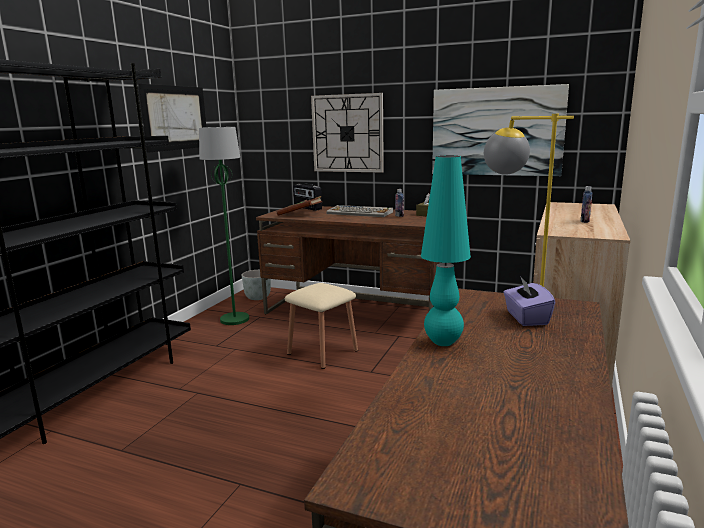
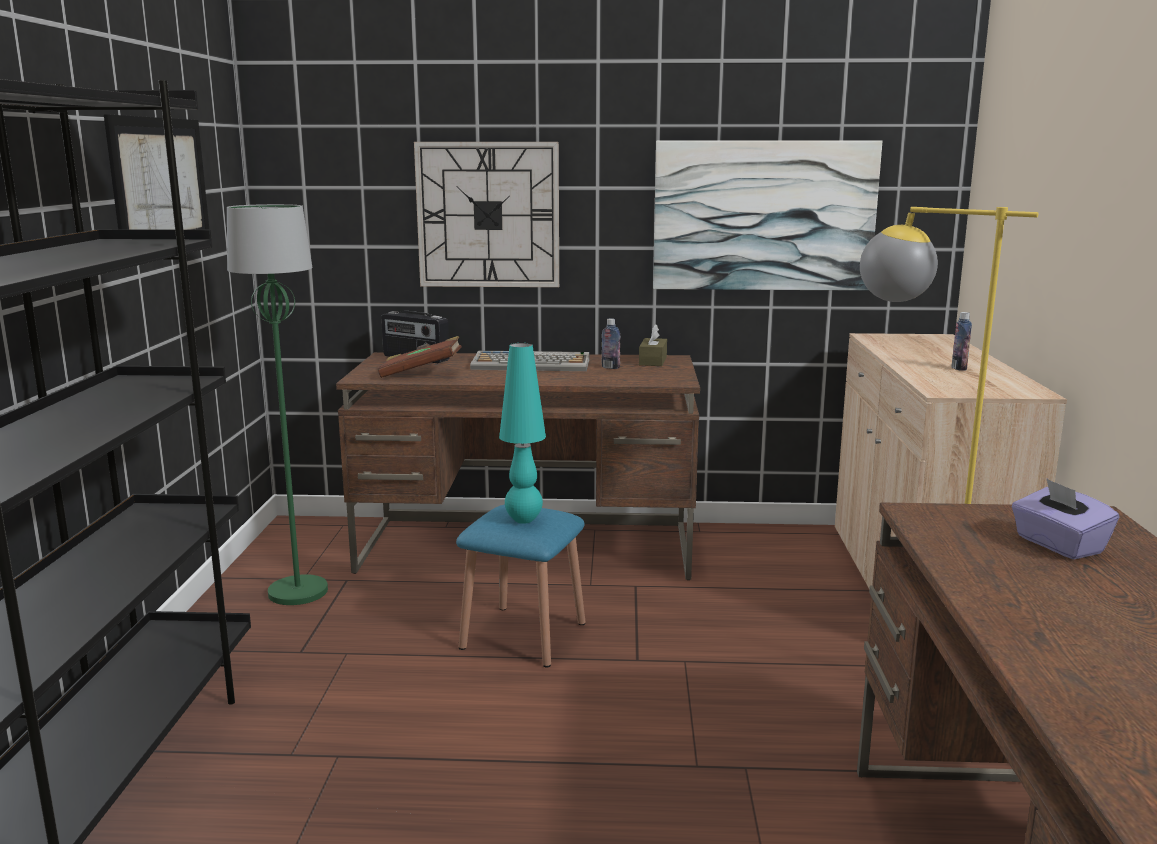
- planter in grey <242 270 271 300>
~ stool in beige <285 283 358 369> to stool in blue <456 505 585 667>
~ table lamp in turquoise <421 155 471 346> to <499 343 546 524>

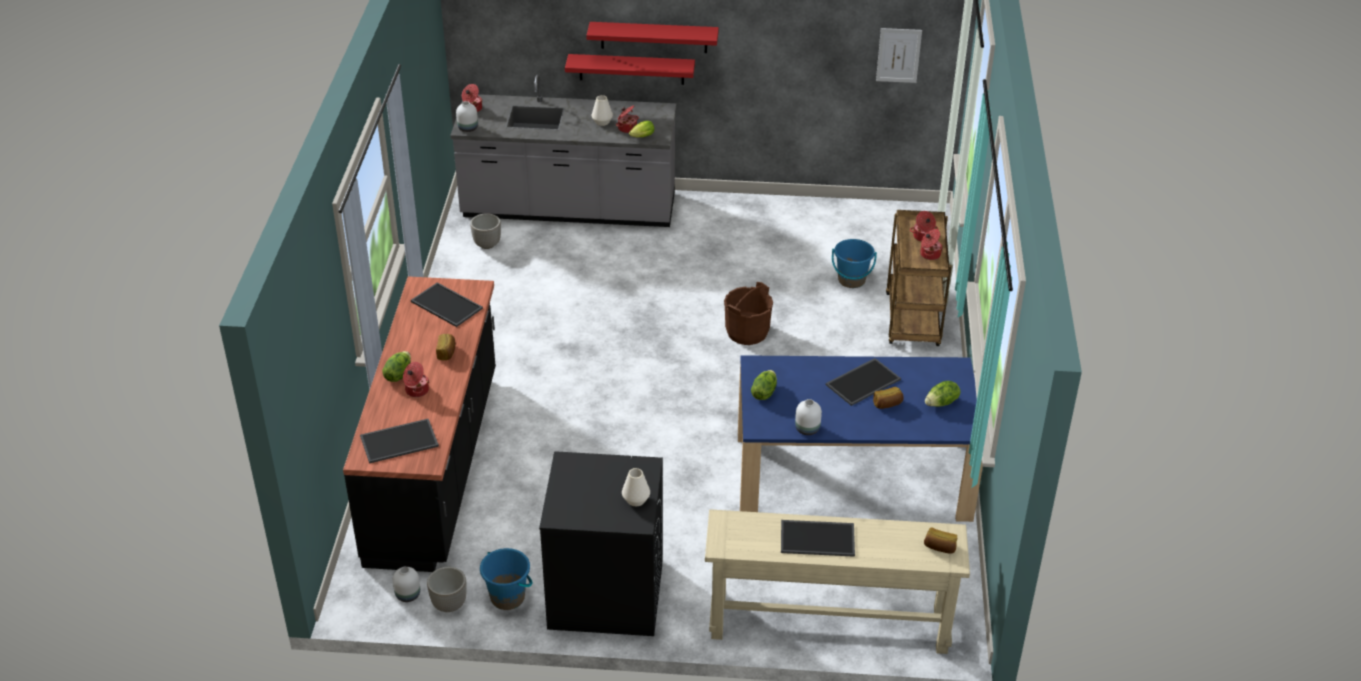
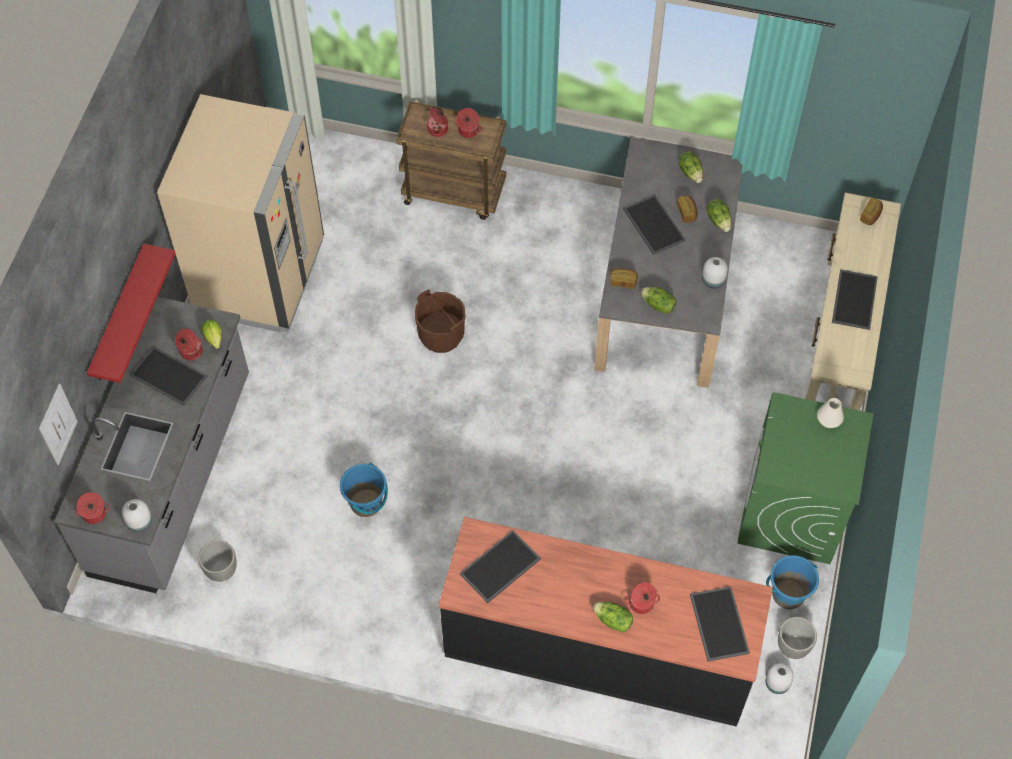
~ bread <436 334 455 360> to <610 268 638 289>
~ washing machine in black <539 451 663 636> to washing machine in green <737 392 873 564>
- shelf in red <586 22 719 53>
~ vase in white <591 95 613 126> to tray <130 346 208 406>
~ dining table in blue <738 355 983 522> to dining table in grey <594 137 743 388>
~ bucket in blue <832 239 877 288> to <340 462 388 517>
~ picture <876 28 922 83> to <39 384 78 465>
+ fridge in beige <157 94 324 333>
+ lettuce <707 199 732 232>

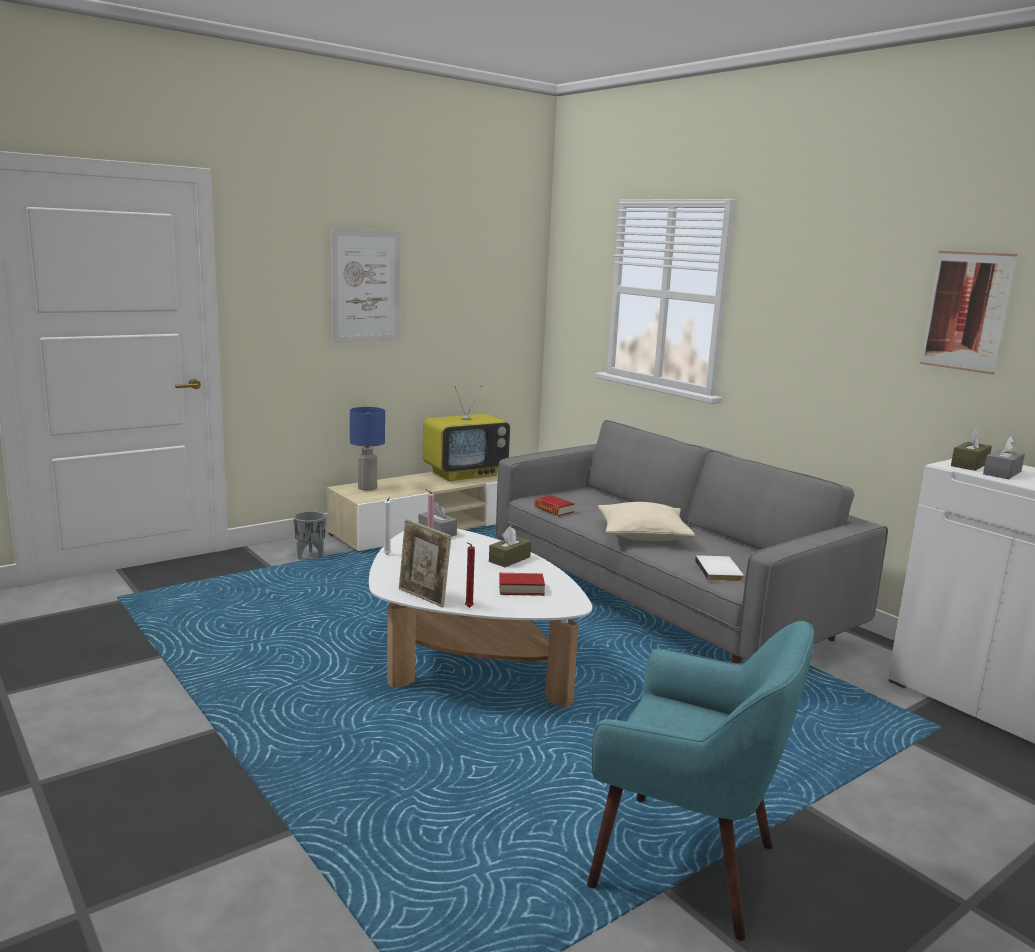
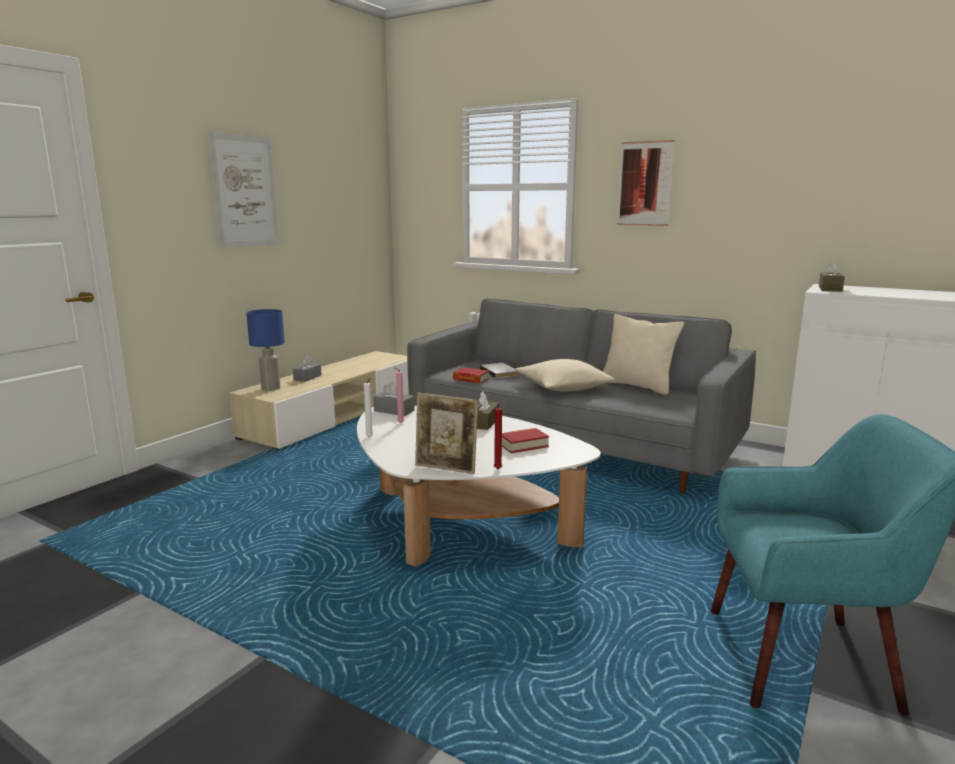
- planter in grey <294 511 326 560>
- television <423 385 510 481>
~ book in white <695 555 743 582> to <480 363 519 378>
~ picture <920 251 1017 374> to <617 140 674 226>
~ tissue box in grey <983 436 1025 479> to <293 355 322 382>
+ pillow in beige <603 314 684 395>

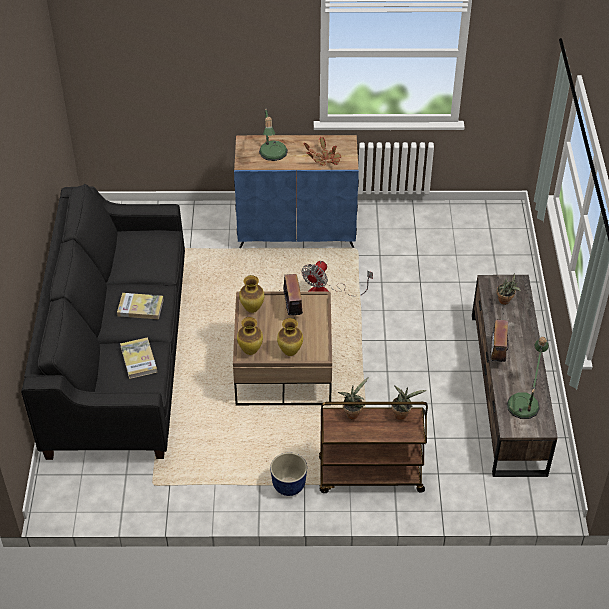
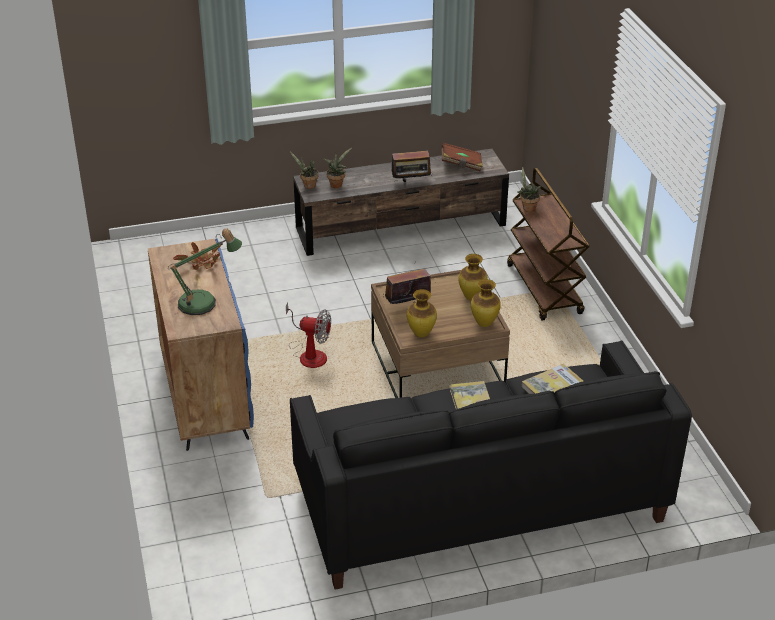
- planter <270 452 307 496>
~ potted plant <338 377 369 419> to <290 151 319 189>
~ table lamp <507 337 549 419> to book in brown <441 143 483 171>

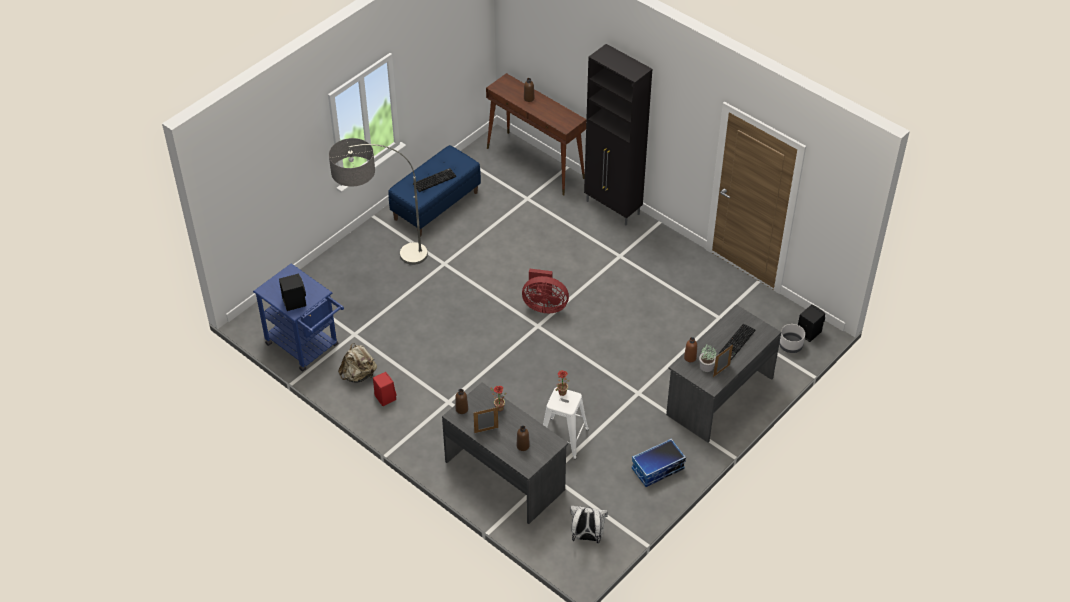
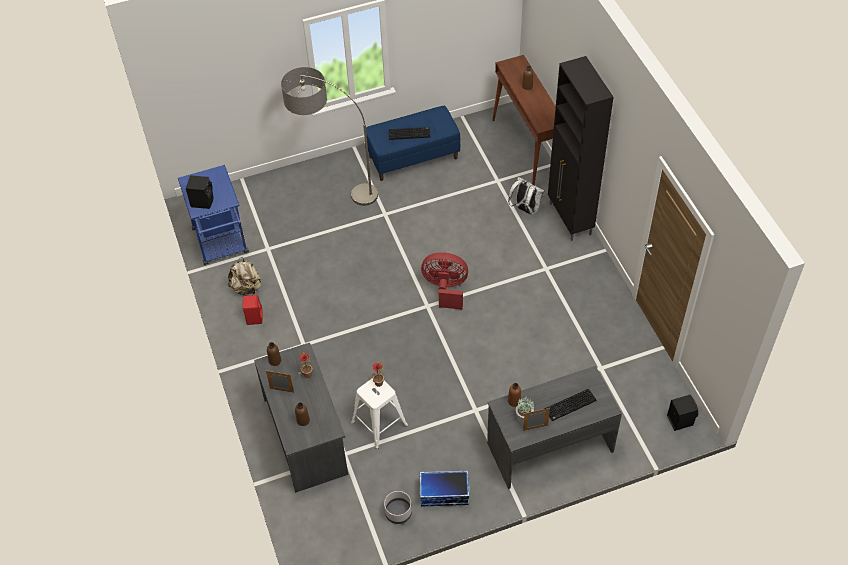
~ fan in red <522 269 569 313> = <421 252 468 309> 150 degrees clockwise
~ backpack in white <570 506 608 543> to <508 177 545 215>
~ planter in grey <779 324 805 353> to <384 491 412 524>

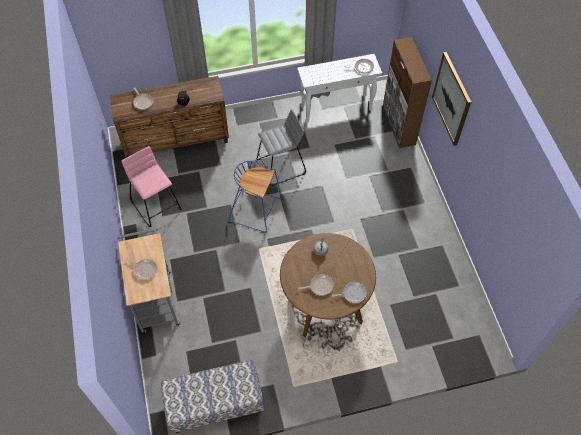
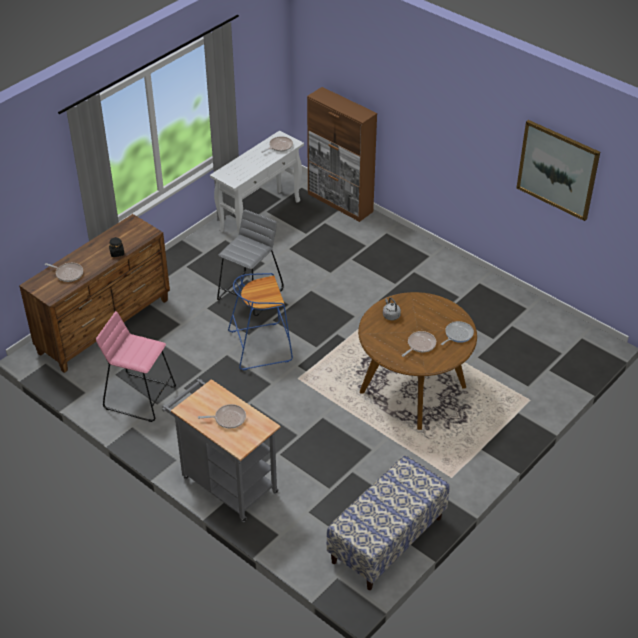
~ picture <432 52 471 146> to <517 120 600 221>

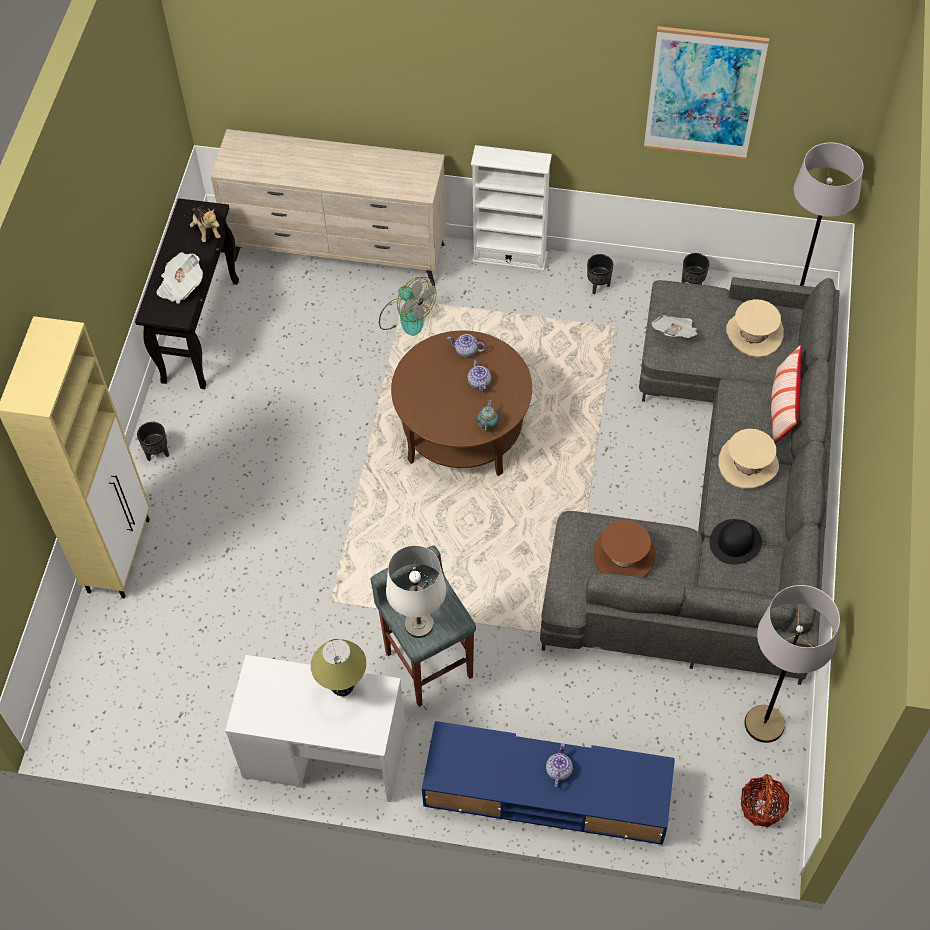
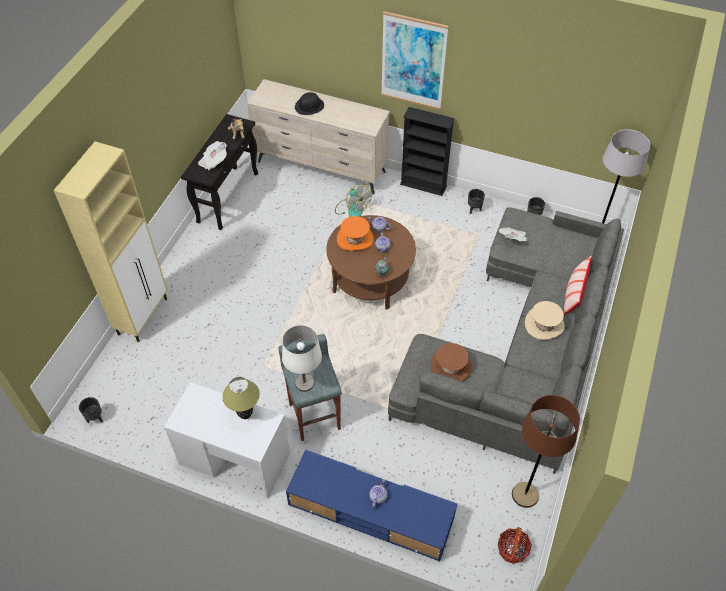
~ planter in black <137 422 169 461> to <79 397 103 423>
~ bookcase in white <471 145 552 271> to bookcase in black <400 107 455 196>
~ picture <644 26 769 160> to <381 11 449 110>
~ hat in black <709 519 762 565> to <295 92 324 115>
- hat in beige <726 299 784 358>
~ floor lamp in grey <744 585 840 743> to floor lamp in brown <512 395 580 508>
+ hat in orange <337 216 374 251>

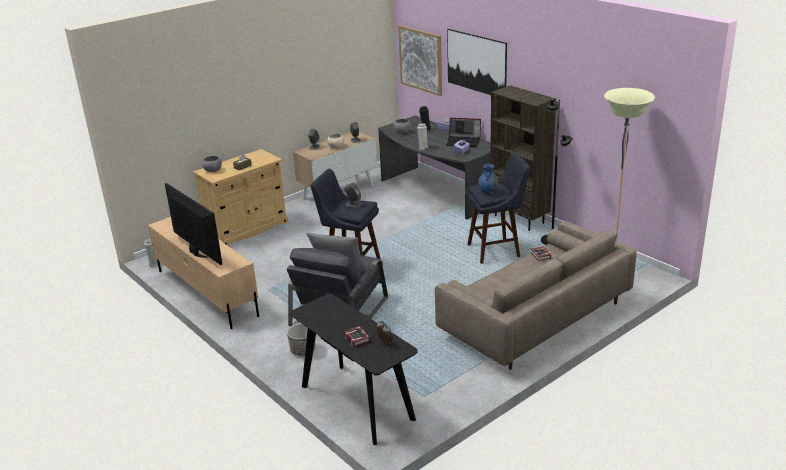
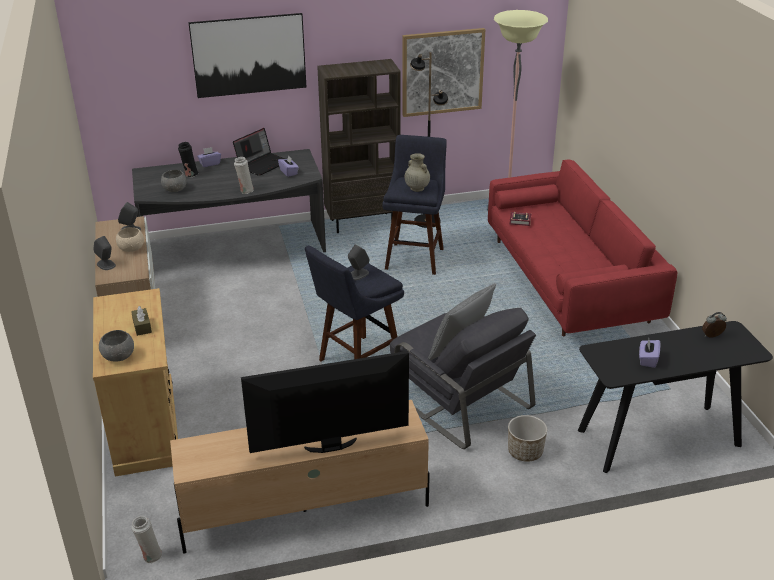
- book <344 326 370 347>
~ picture <398 25 442 96> to <402 28 485 117>
~ sofa in beige <435 221 637 370> to sofa in red <488 160 677 336>
~ vase in blue <478 164 499 194> to vase in beige <405 153 430 192>
+ tissue box in purple <639 339 660 368>

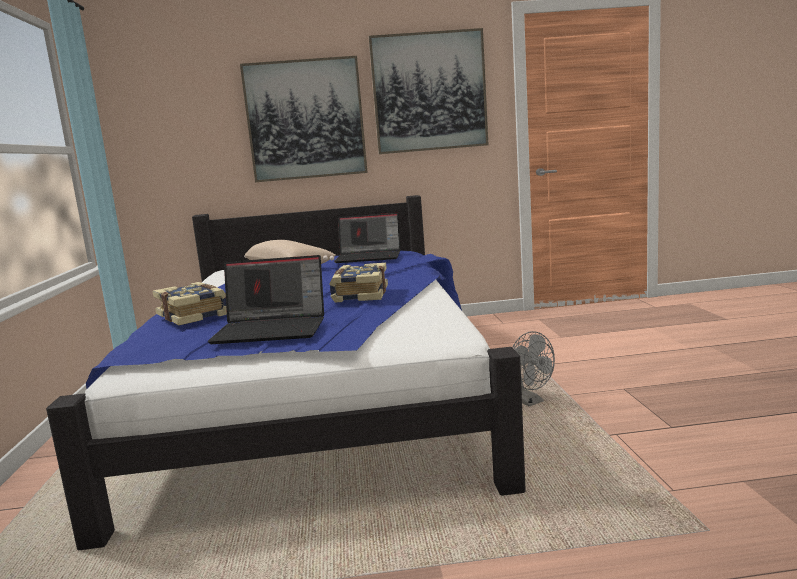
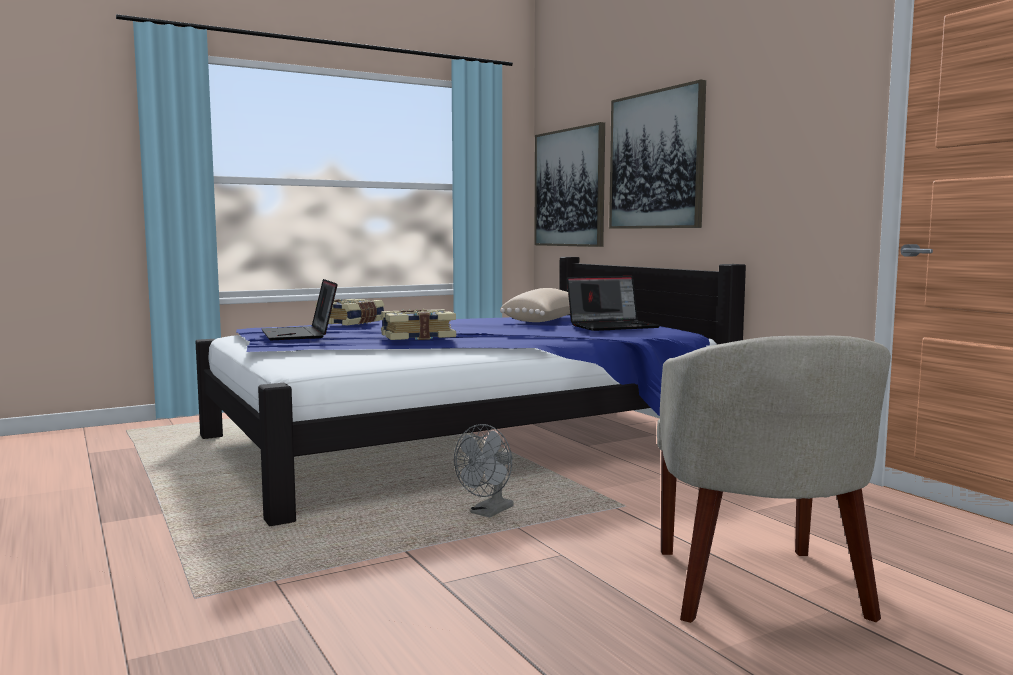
~ laptop <334 213 400 263> = <567 276 660 331> 90 degrees counterclockwise
~ picture <369 28 488 154> to <534 122 605 247>
+ armchair in beige <657 336 891 623>

